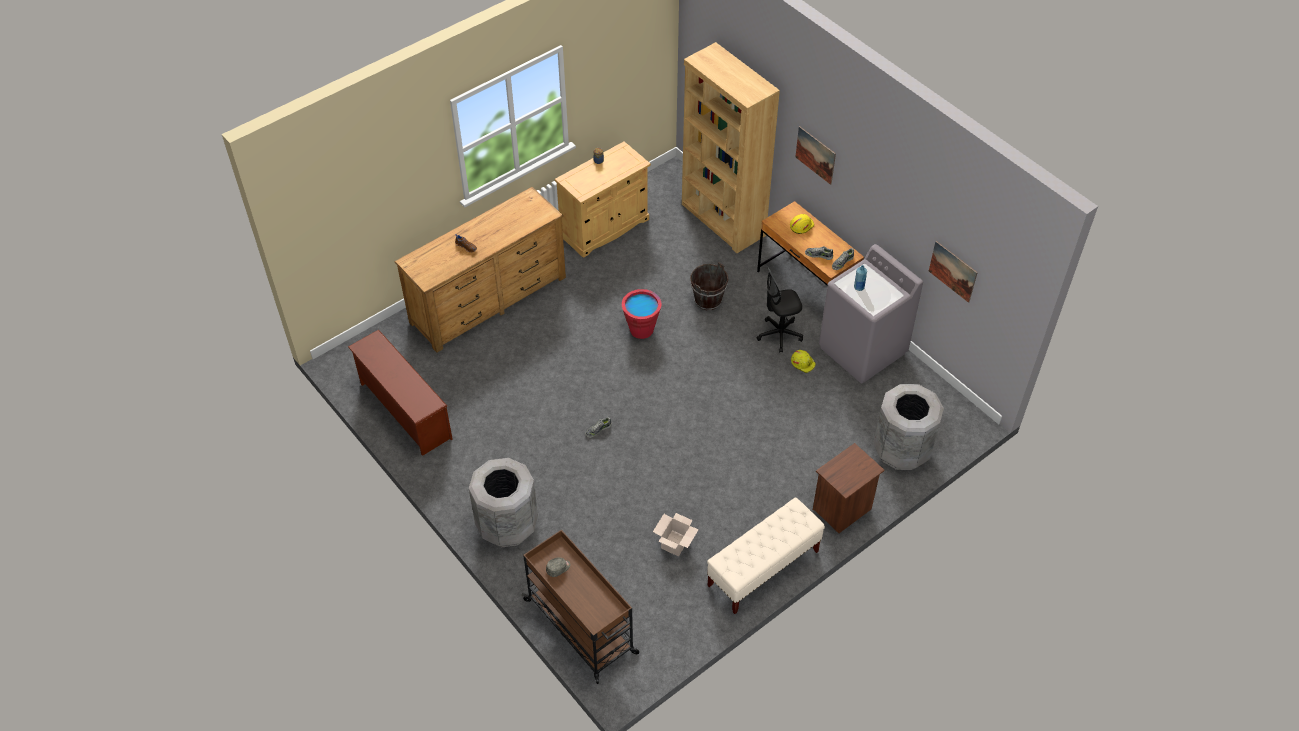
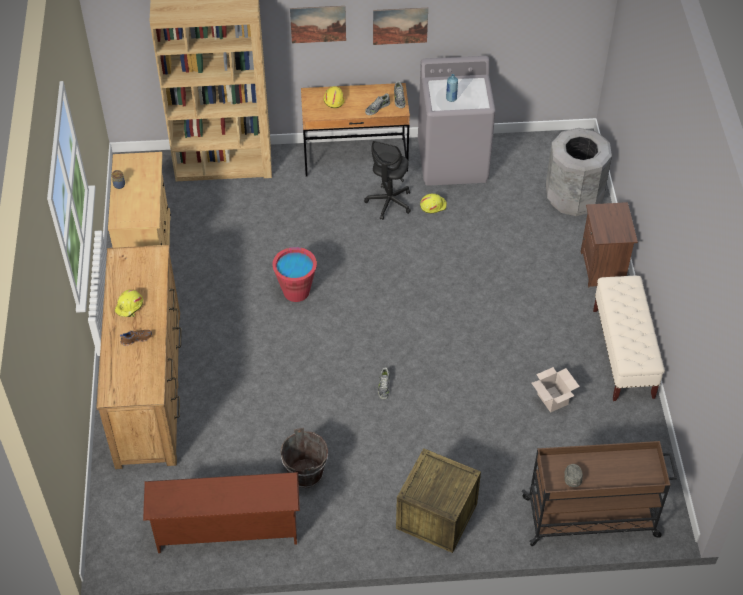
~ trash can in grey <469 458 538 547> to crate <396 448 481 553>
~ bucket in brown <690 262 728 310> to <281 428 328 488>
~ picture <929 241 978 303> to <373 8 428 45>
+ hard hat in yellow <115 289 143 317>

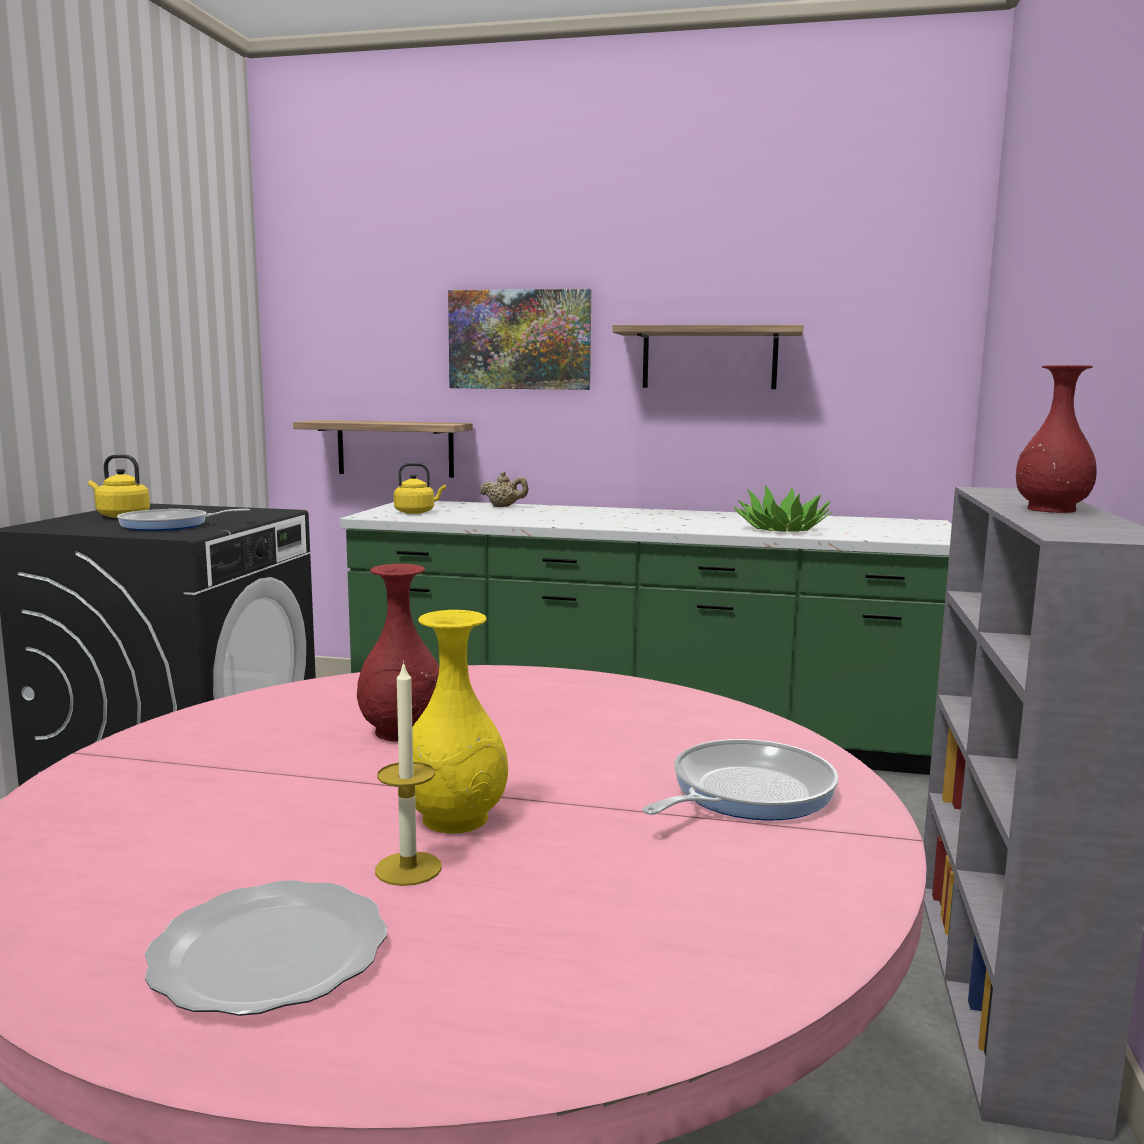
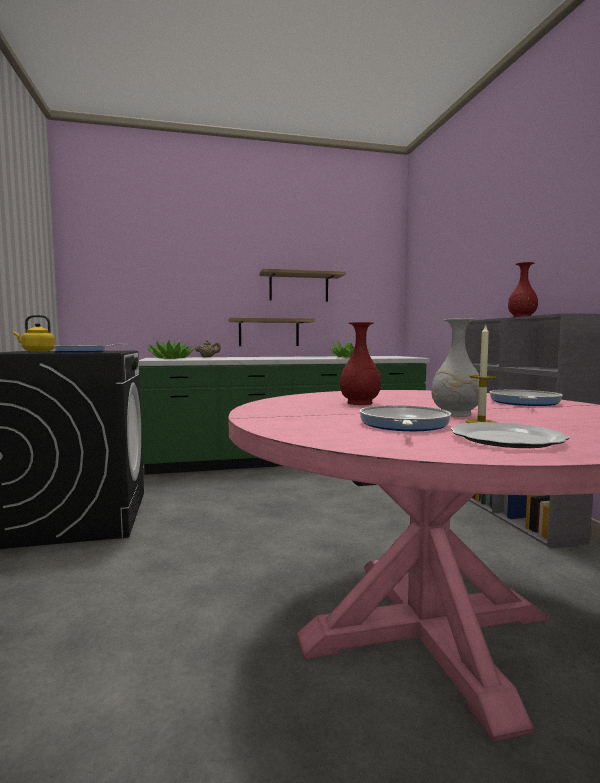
~ shelf <293 420 473 478> to <228 317 315 346>
~ kettle in yellow <394 463 446 514> to potted plant <147 340 194 359>
~ vase in yellow <412 610 508 834> to vase in white <431 318 479 417>
- picture <448 289 591 390>
+ frying pan <359 405 451 431>

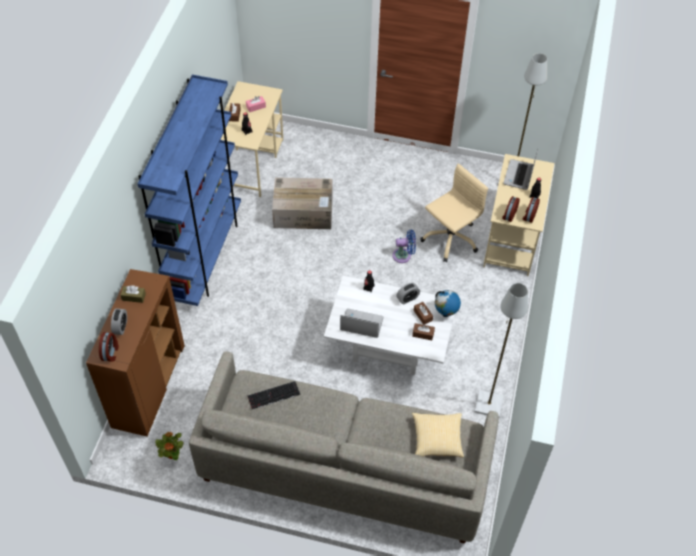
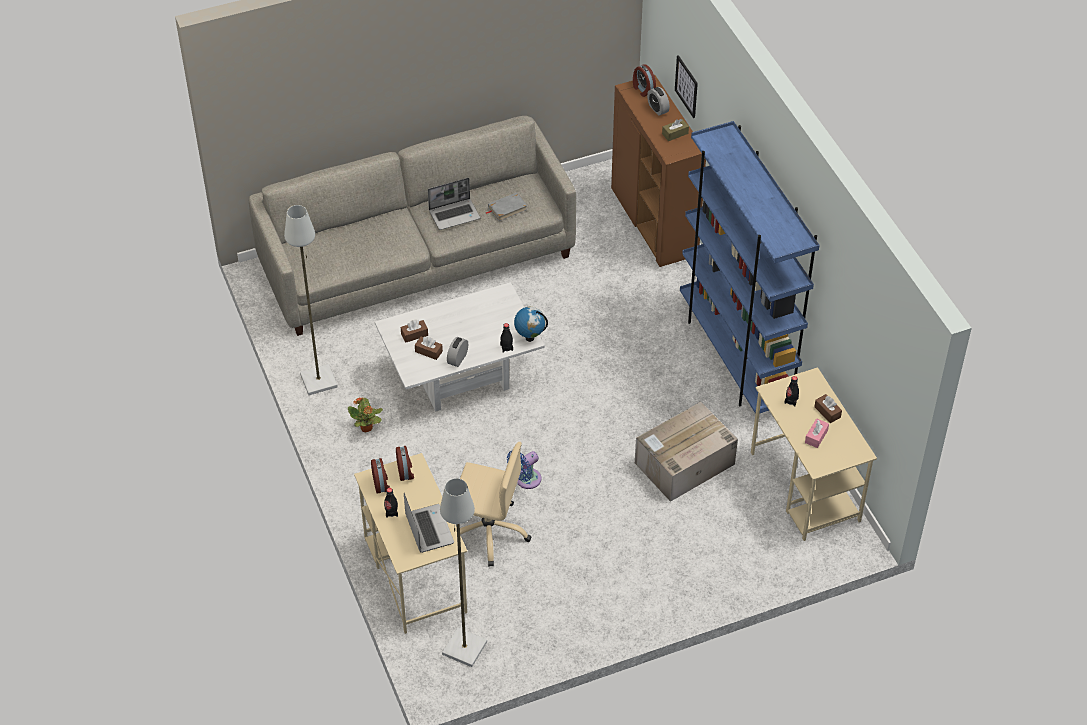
~ potted plant <155 432 184 460> to <348 398 383 433>
~ keyboard <247 381 300 409> to book in grey <486 192 527 221>
~ laptop <340 308 383 338> to <428 178 480 230>
- pillow <412 413 464 457>
~ office chair in beige <420 164 488 262> = <460 442 531 567> 90 degrees counterclockwise
~ globe <435 290 461 317> to <514 307 548 342>
+ picture <675 55 698 118>

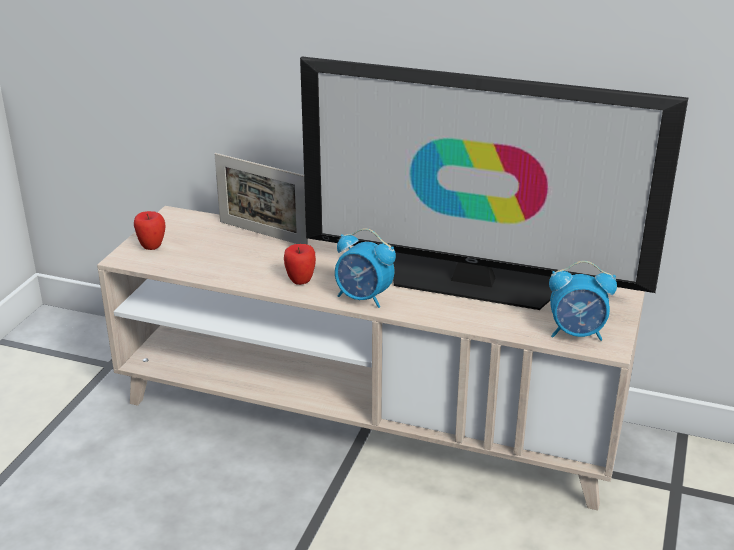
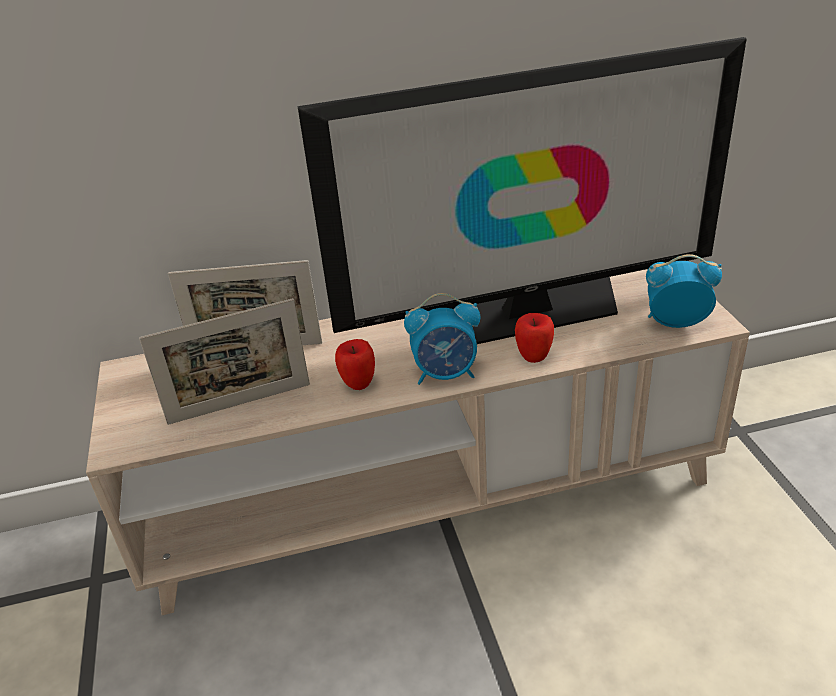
~ apple <134 211 166 250> to <515 313 554 363>
~ alarm clock <549 261 617 341> = <646 254 722 328> 150 degrees counterclockwise
+ picture frame <139 298 310 425>

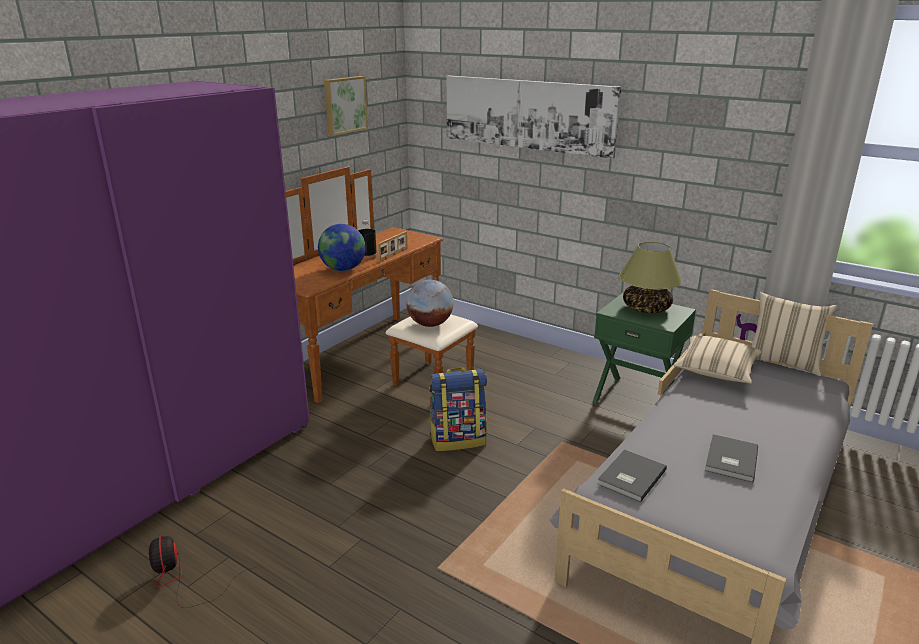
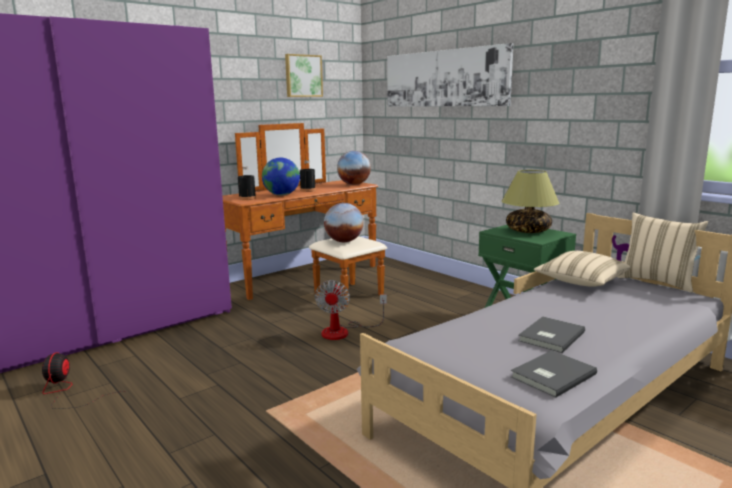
- picture frame <377 231 408 262>
~ backpack <429 367 487 451> to fan <315 280 387 340>
~ book in grey <597 450 667 503> to <511 350 597 398>
+ bottle in black <238 166 256 200>
+ globe <337 151 371 185>

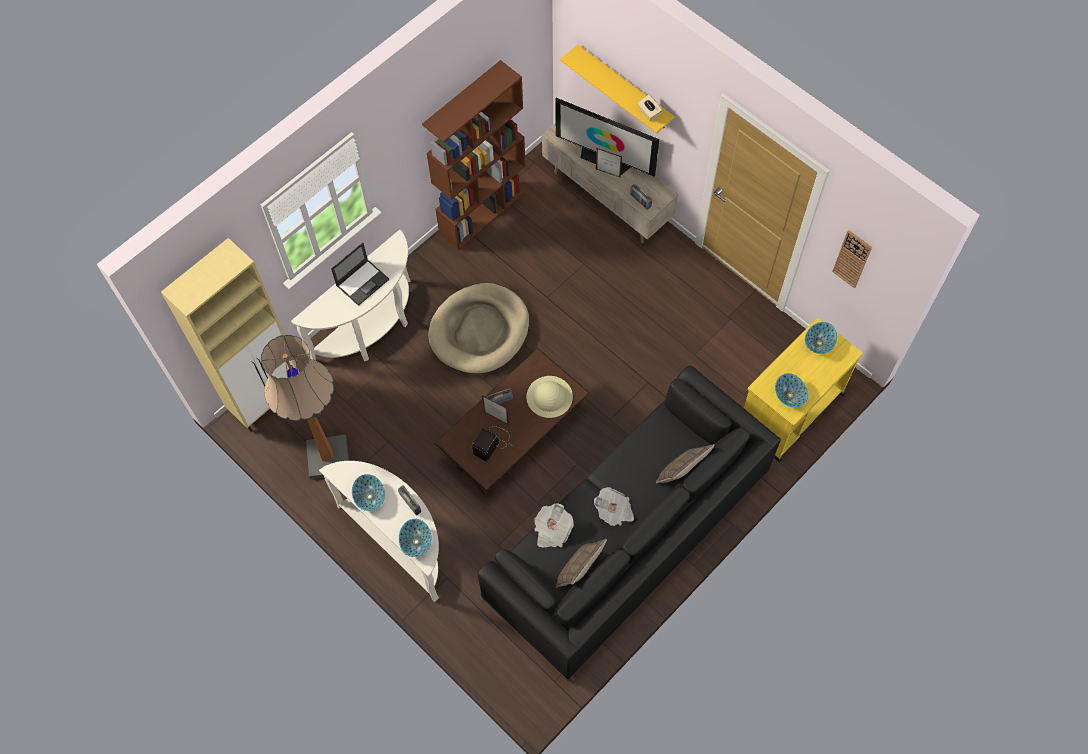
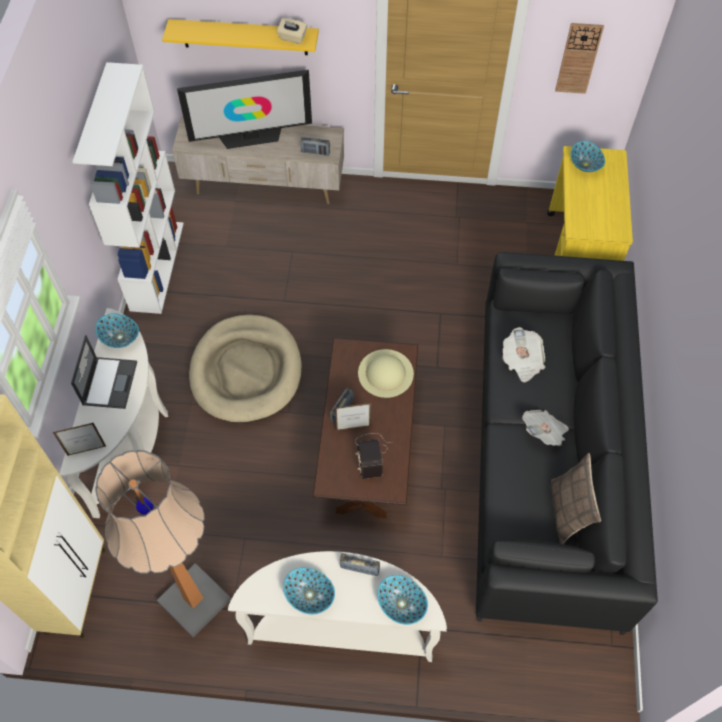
~ bookcase in brown <422 60 527 250> to bookcase in white <72 62 184 314>
~ newspaper <534 503 574 548> to <502 327 545 383>
~ picture frame <596 148 622 178> to <53 423 106 456>
- pillow <656 444 715 483>
~ bowl <775 373 808 407> to <95 313 139 348>

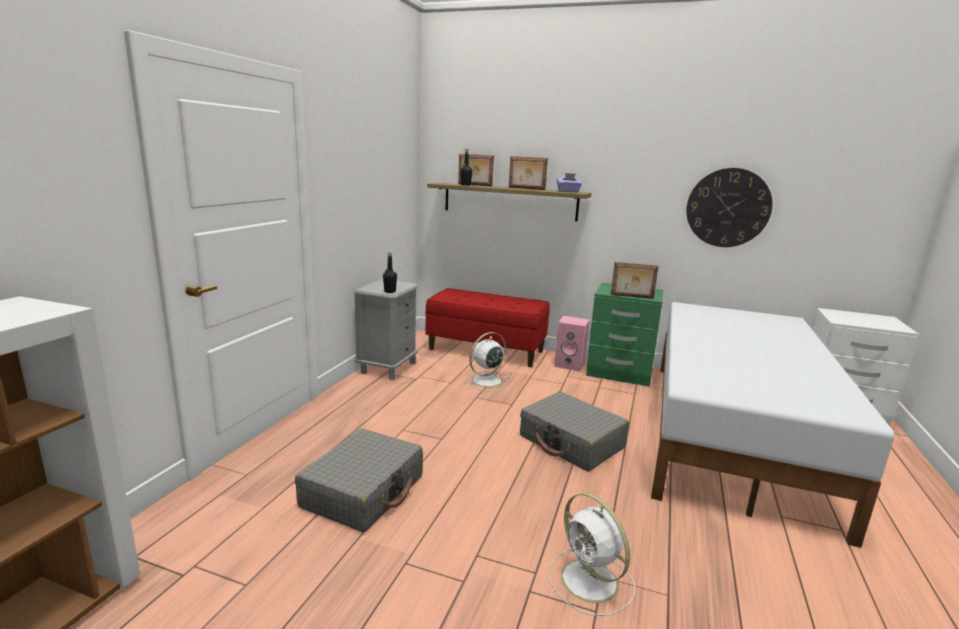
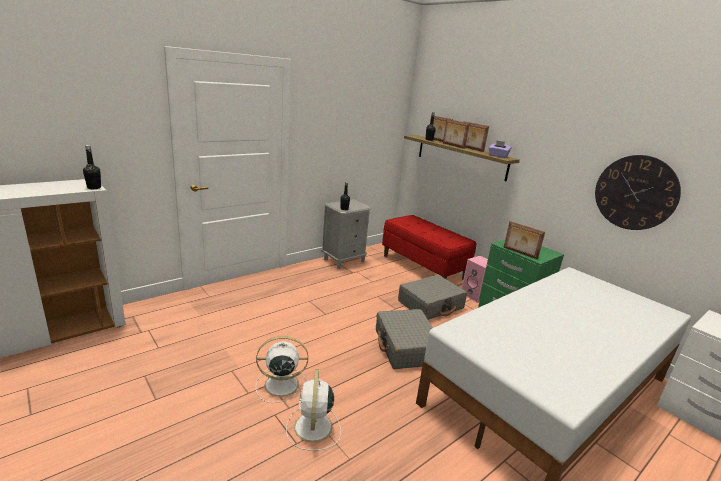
~ suitcase in grey <295 429 423 532> to <398 275 467 320>
~ fan in white <464 332 510 391> to <256 336 308 403>
+ bottle in black <83 145 101 189>
+ picture frame <443 119 470 149>

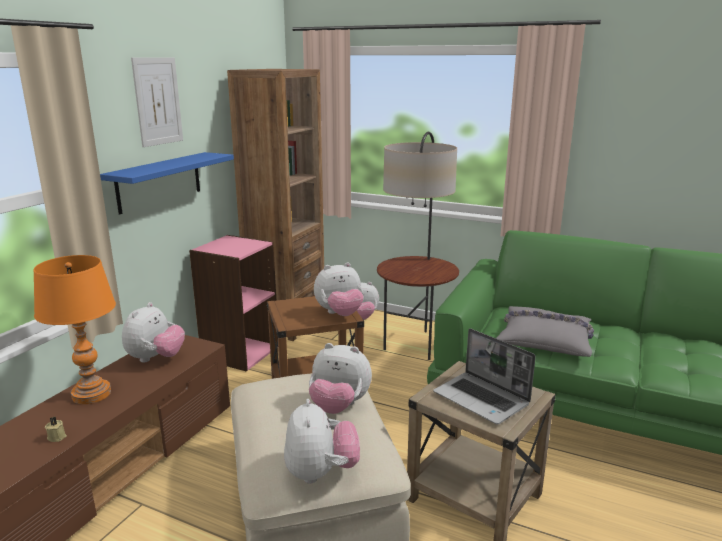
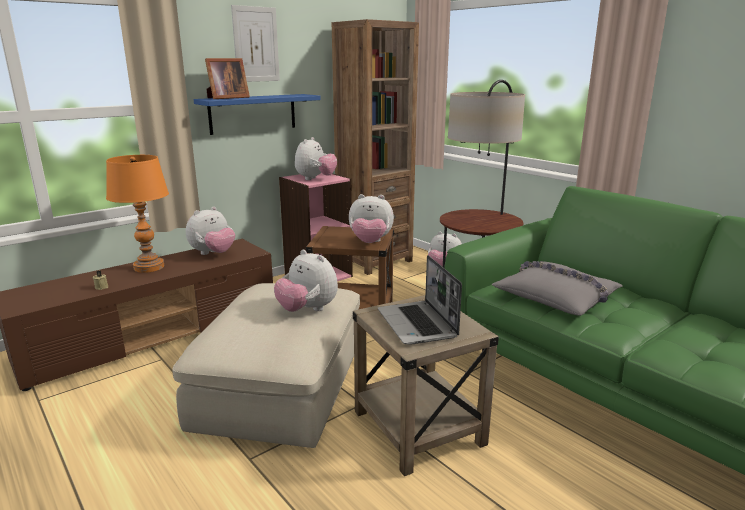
~ plush toy <284 399 360 484> to <295 137 337 180>
+ picture frame <205 58 250 99>

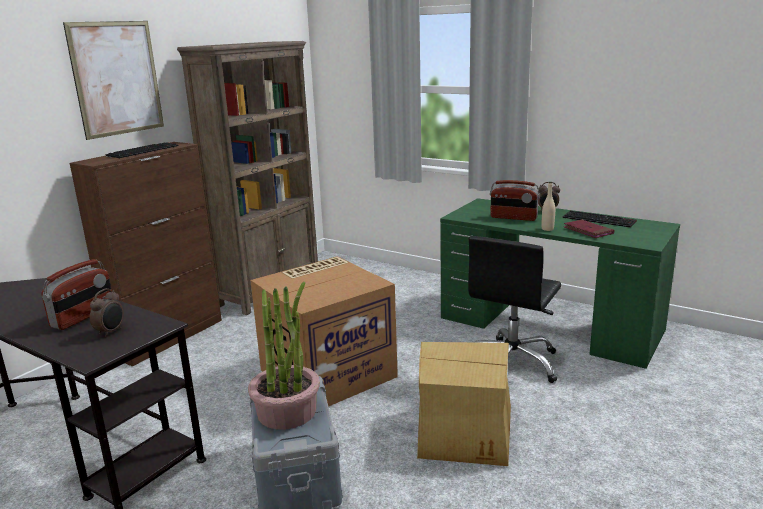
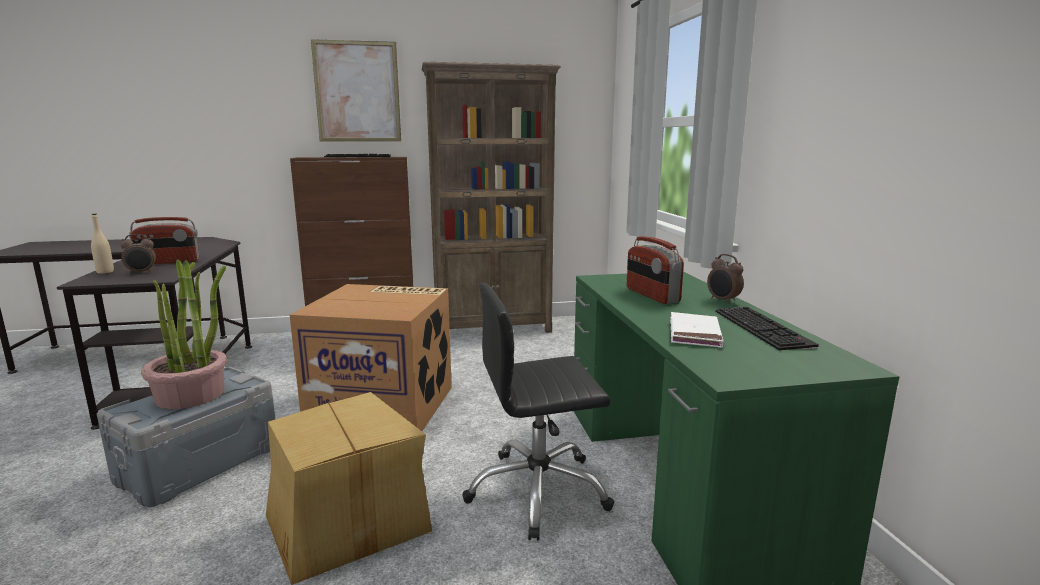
~ bottle in beige <542 182 555 231> to <91 214 114 274>
~ book in red <563 219 614 238> to book in white <670 312 724 348>

